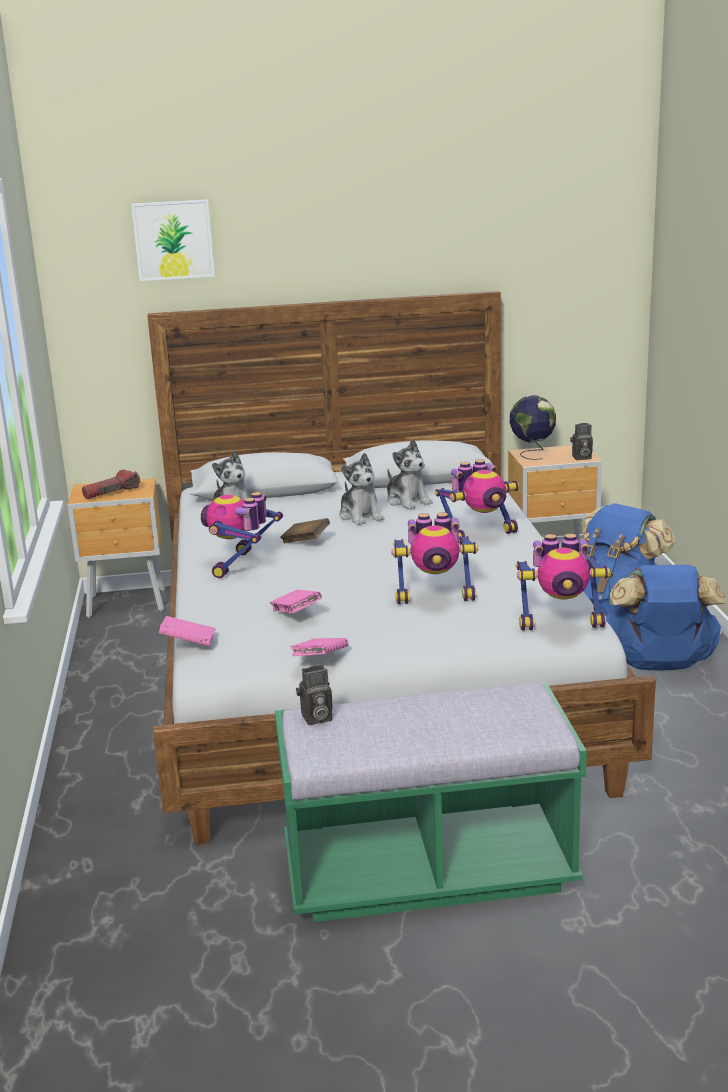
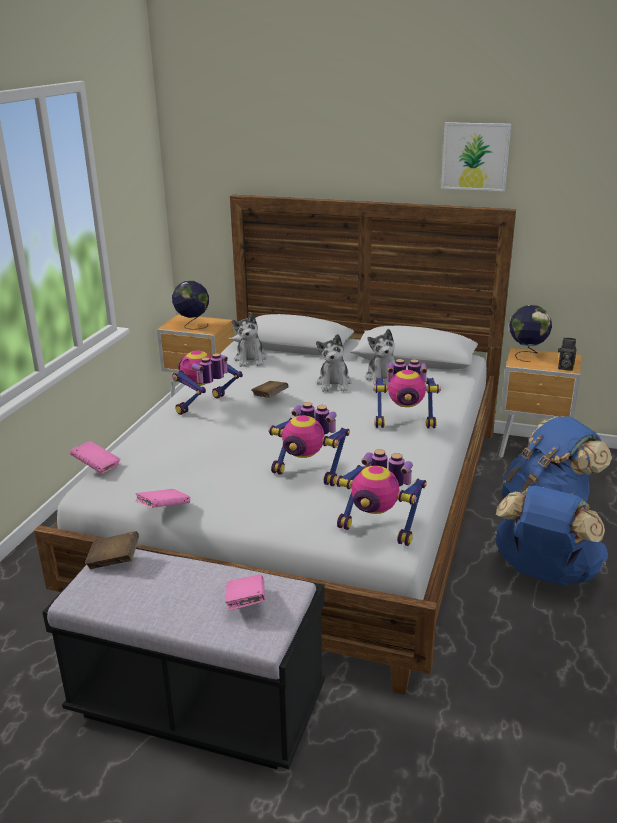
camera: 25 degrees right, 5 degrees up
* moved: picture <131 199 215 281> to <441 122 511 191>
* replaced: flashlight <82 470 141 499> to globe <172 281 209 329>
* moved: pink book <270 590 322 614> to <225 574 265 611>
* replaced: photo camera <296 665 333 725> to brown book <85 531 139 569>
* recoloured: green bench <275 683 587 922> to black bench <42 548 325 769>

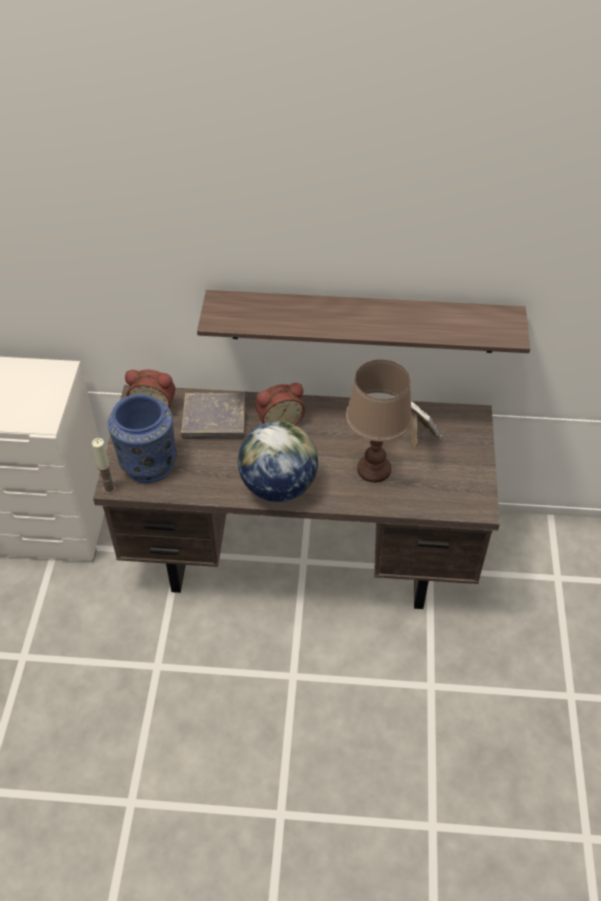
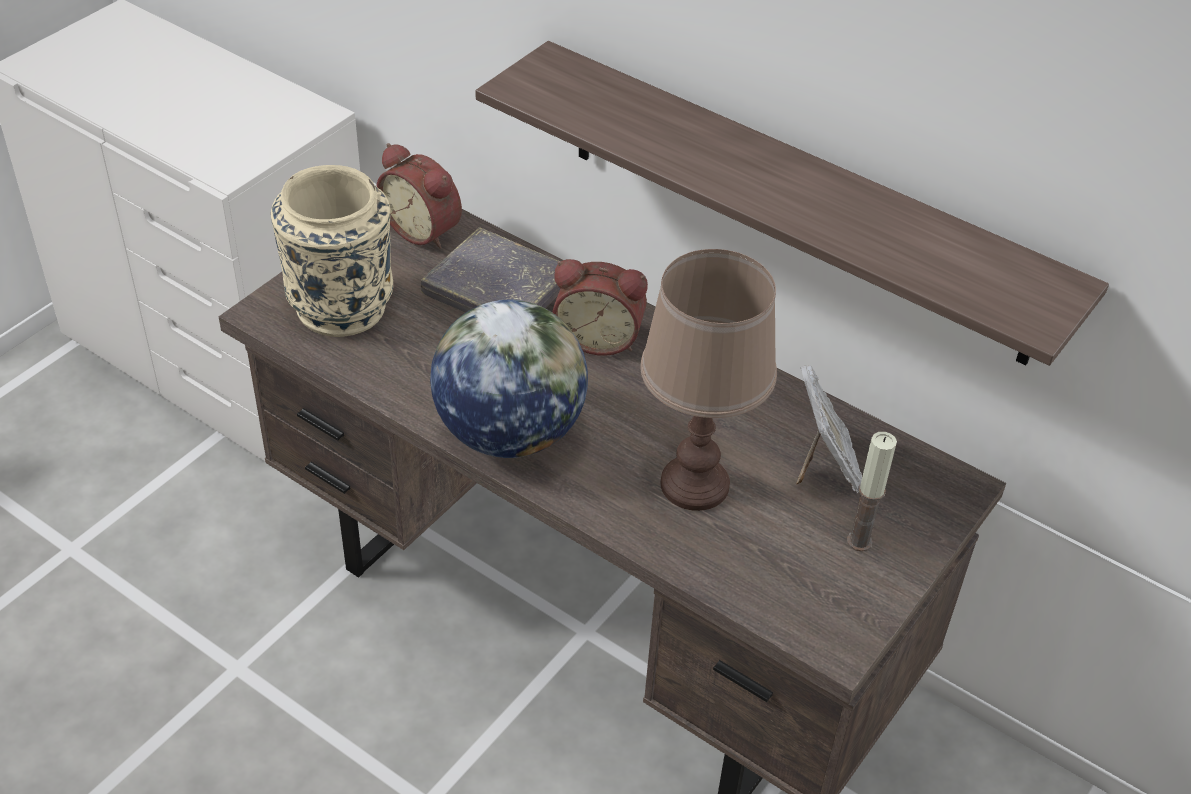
camera: 30 degrees right, 5 degrees down
* recoloured: blue vase <107 394 177 483> to beige vase <271 165 393 337>
* moved: candle <92 438 116 494> to <847 432 897 552>

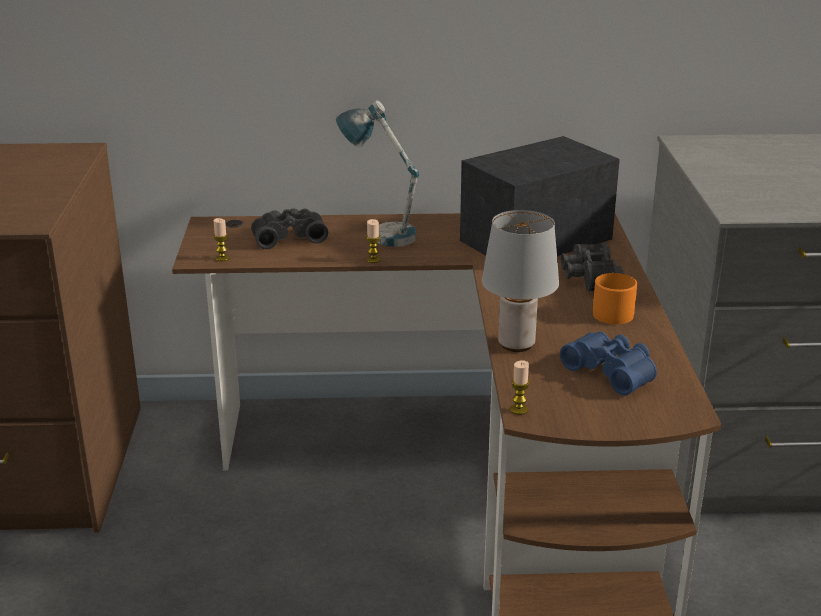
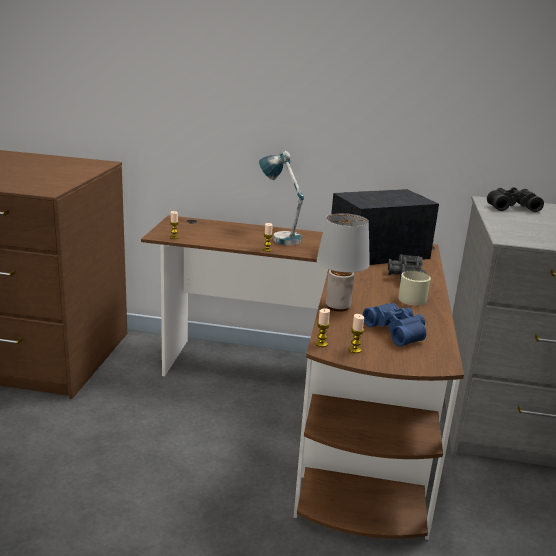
camera: 10 degrees right, 5 degrees down
* moved: black binoculars <251 208 328 249> to <487 187 544 212>
* recoloured: orange mug <593 273 637 324> to beige mug <399 271 431 306>
* added: candle <349 314 364 353>

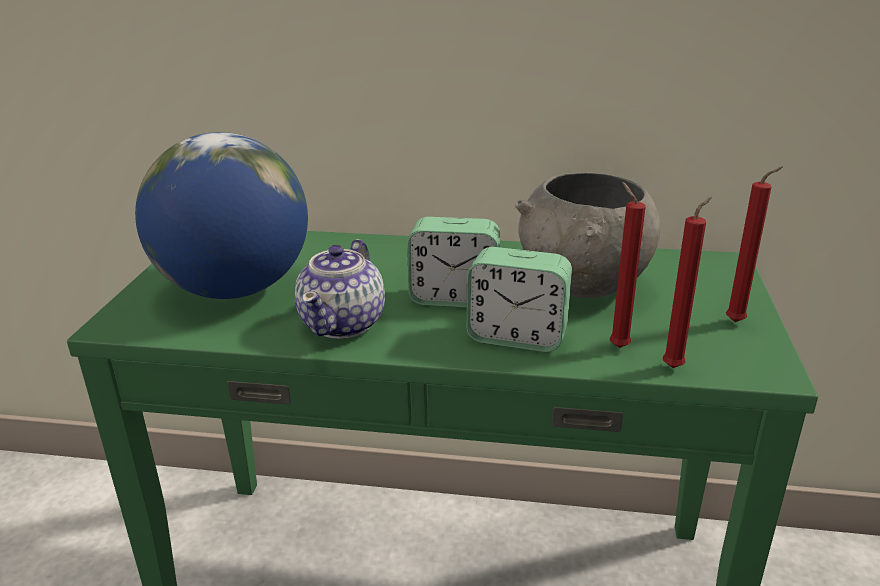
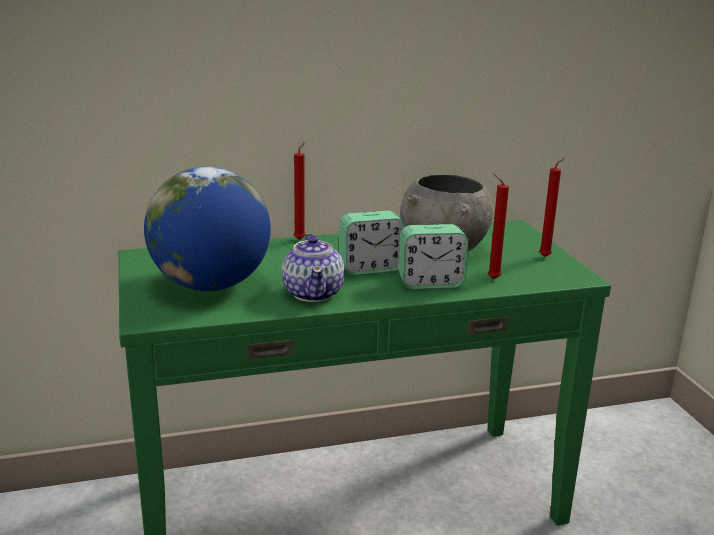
camera: 25 degrees left, 5 degrees down
* moved: red candle <663 197 712 368> to <294 142 306 240>

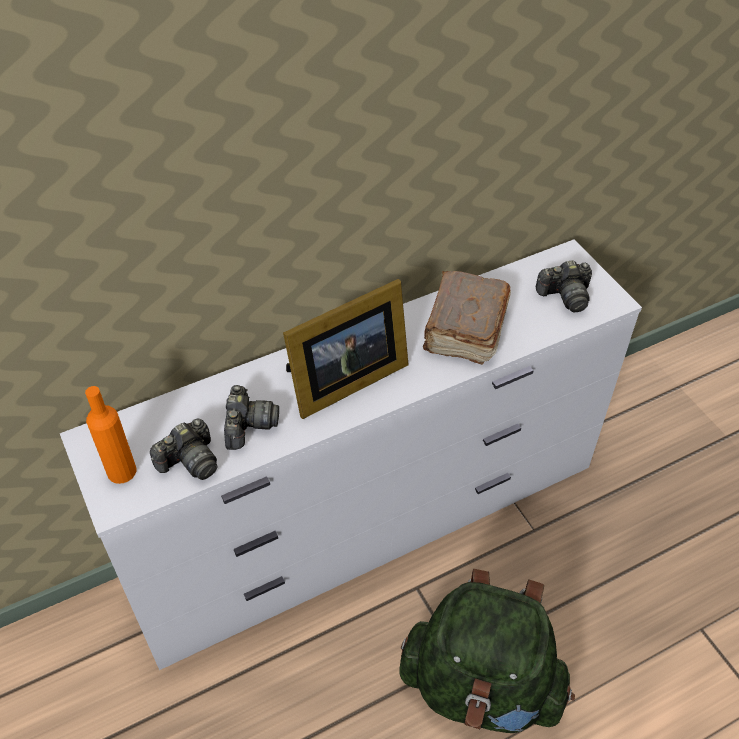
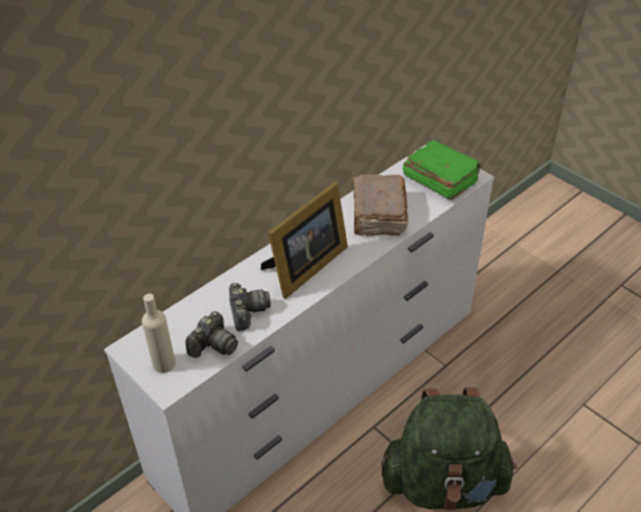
camera: 15 degrees left, 5 degrees down
* replaced: photo camera <536 260 592 312> to green book <403 140 483 200>
* recoloured: orange bottle <85 386 136 484> to beige bottle <142 294 175 373>

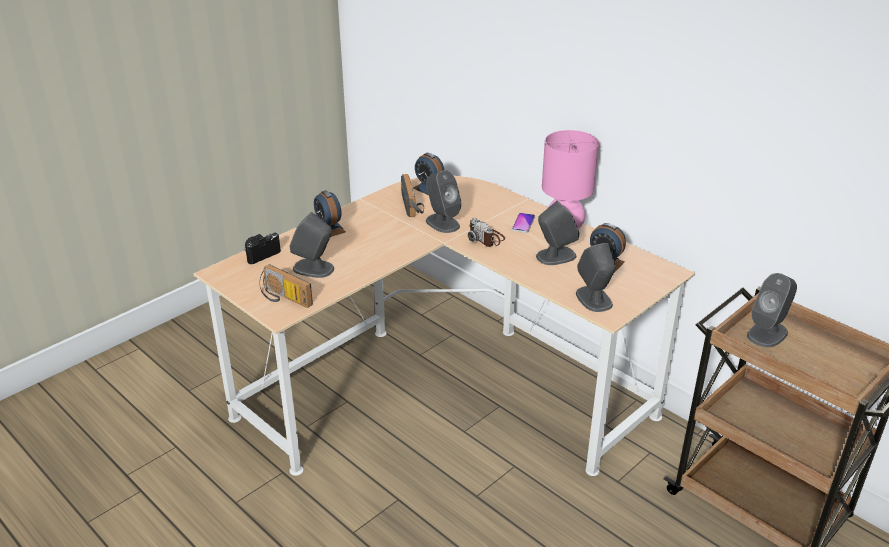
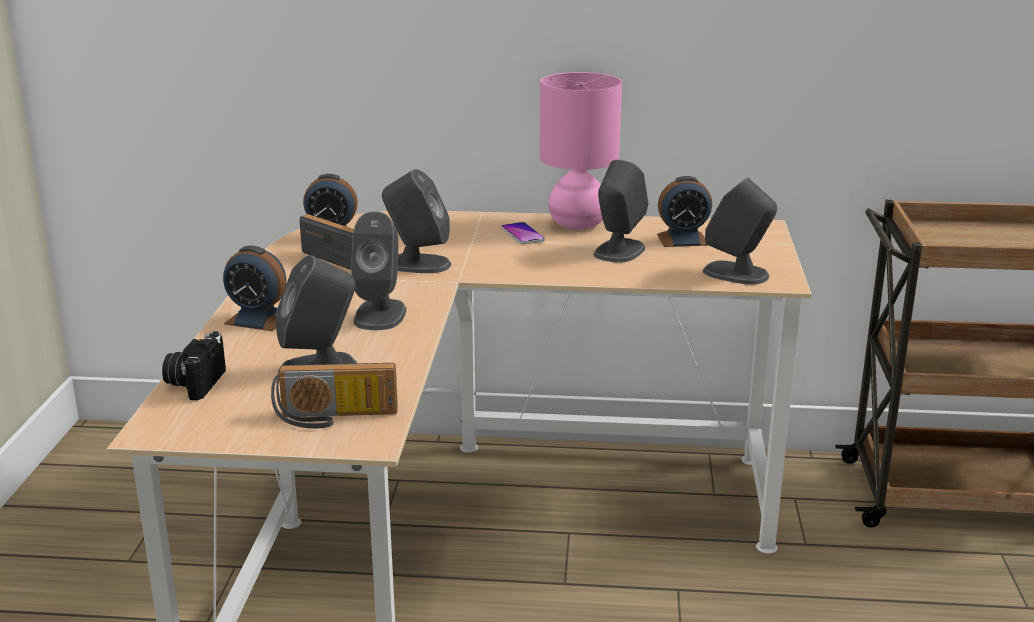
camera: 40 degrees left, 10 degrees down
* removed: photo camera <468 218 505 247>
* moved: grey speaker <747 273 797 348> to <351 211 406 330>

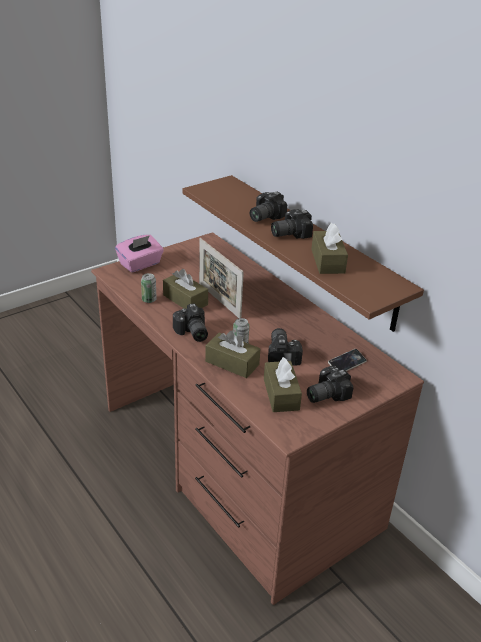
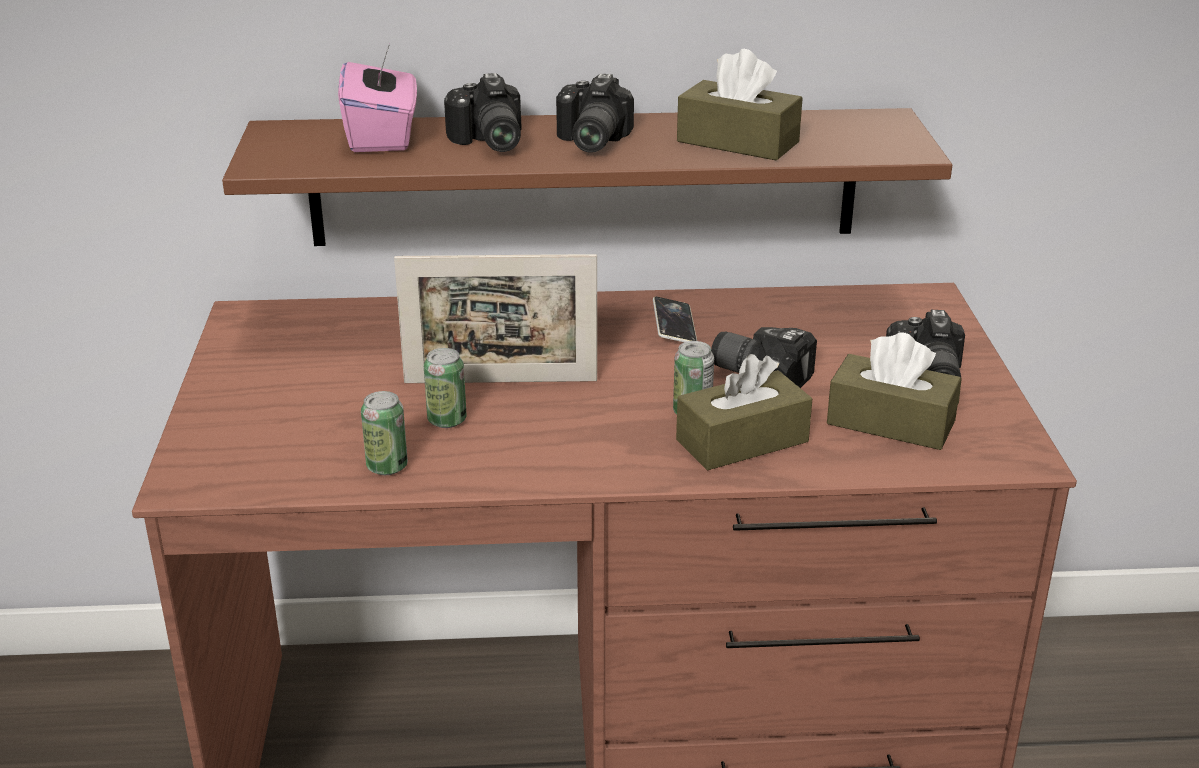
camera: 55 degrees left, 5 degrees down
* moved: pink tissue box <115 235 164 273> to <338 44 417 152>
* replaced: brown tissue box <163 269 208 309> to can <424 348 467 428>
* removed: photo camera <173 304 208 342>
* moved: phone <328 349 367 371> to <653 296 697 342>

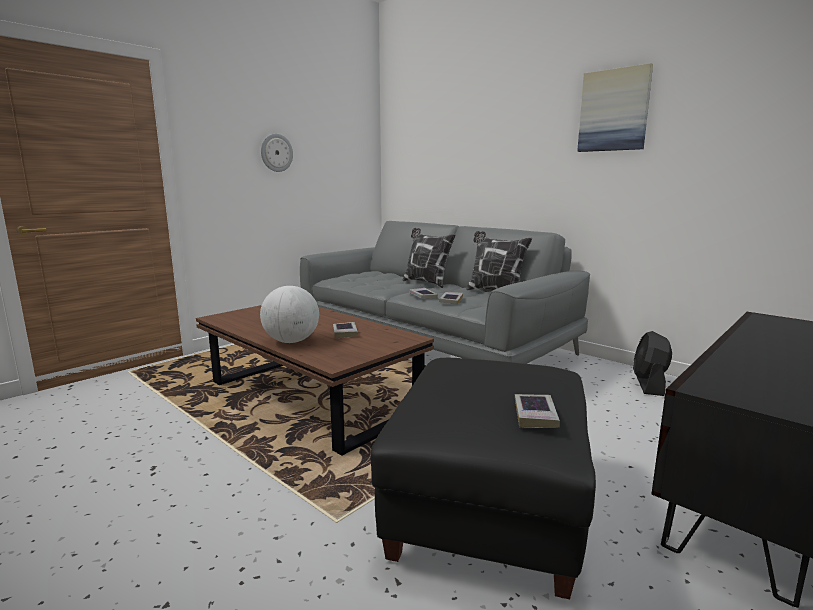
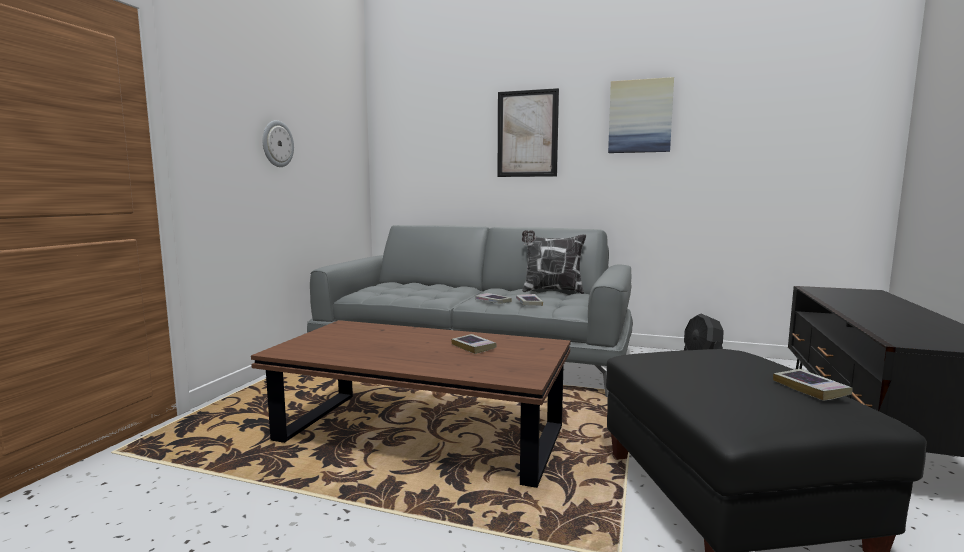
camera: 25 degrees left, 5 degrees down
* removed: pillow <403 228 456 288>
* removed: globe <260 286 319 343>
* added: picture <498 88 559 177>

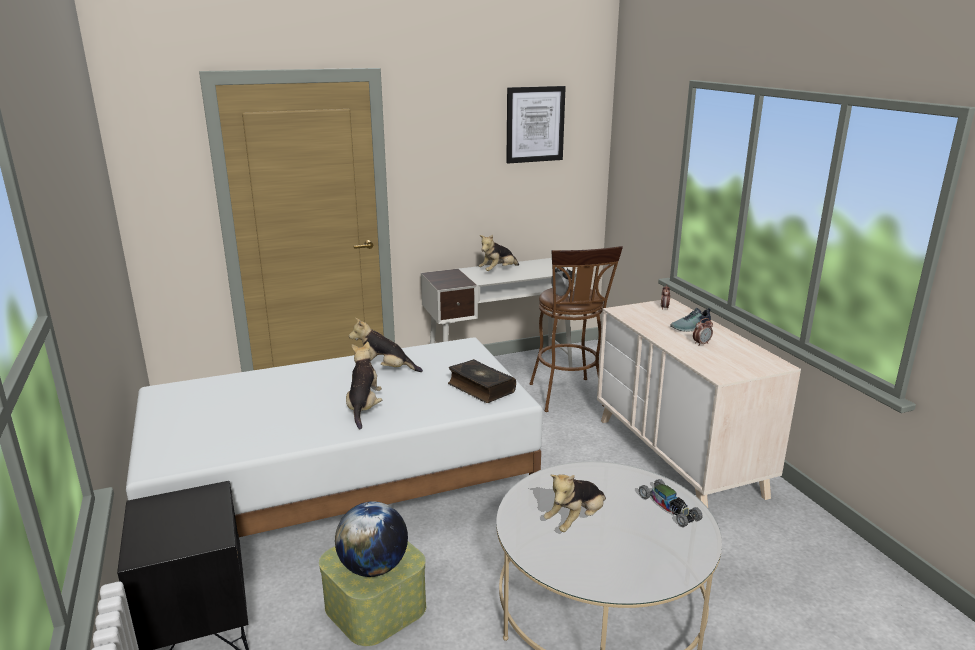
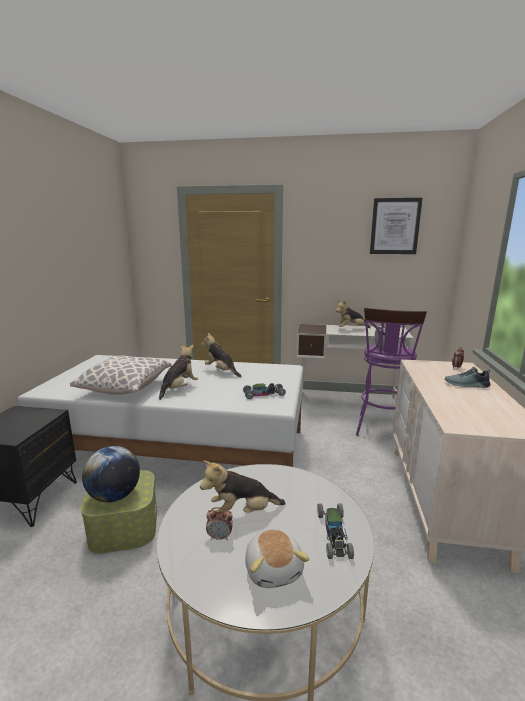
camera: 30 degrees right, 5 degrees down
* recoloured: brown stool <529 246 623 412> to purple stool <356 308 427 436>
* moved: alarm clock <693 318 713 346> to <206 507 233 540>
* replaced: book <448 359 516 403> to toy car <243 383 286 399>
* added: pillow <70 355 172 395>
* added: plush toy <245 529 309 588>

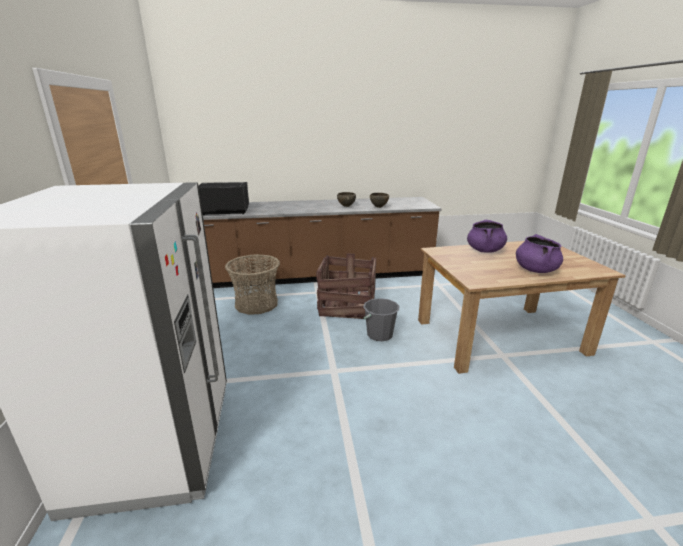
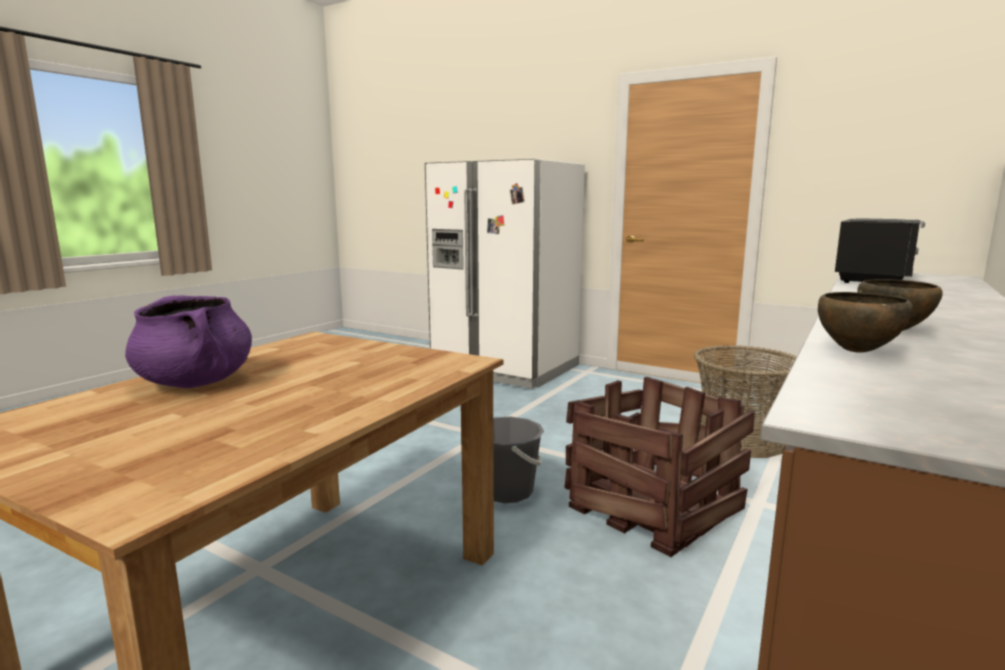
camera: 130 degrees right, 10 degrees down
* removed: purple cooking pot <467 220 507 253>

